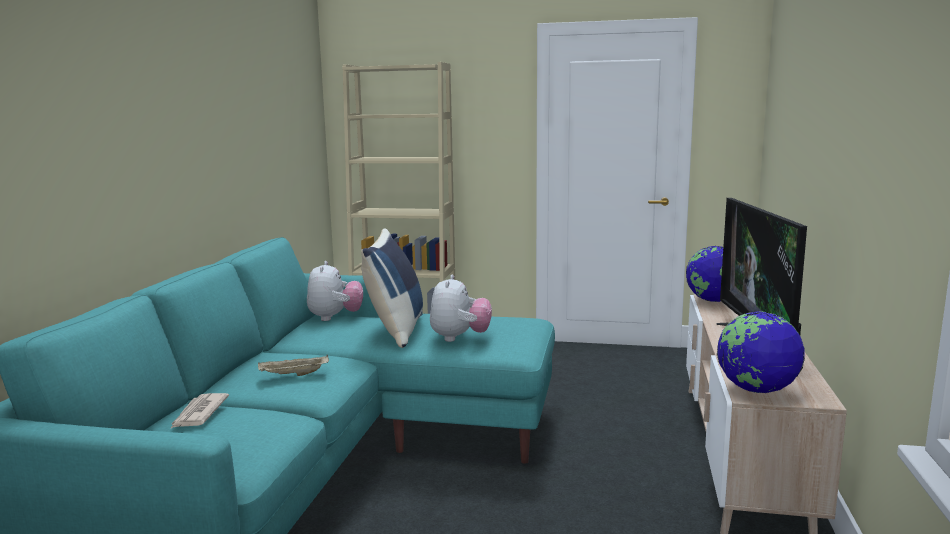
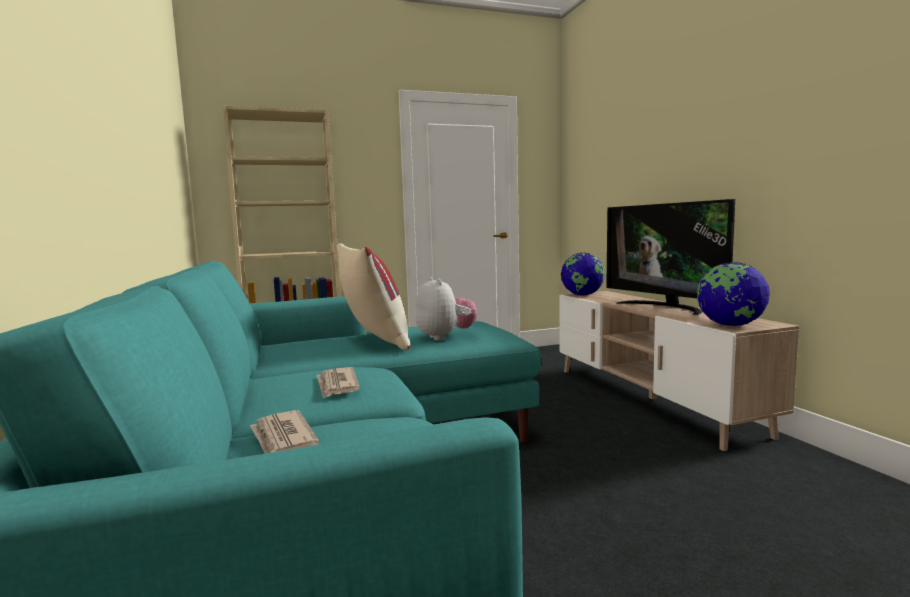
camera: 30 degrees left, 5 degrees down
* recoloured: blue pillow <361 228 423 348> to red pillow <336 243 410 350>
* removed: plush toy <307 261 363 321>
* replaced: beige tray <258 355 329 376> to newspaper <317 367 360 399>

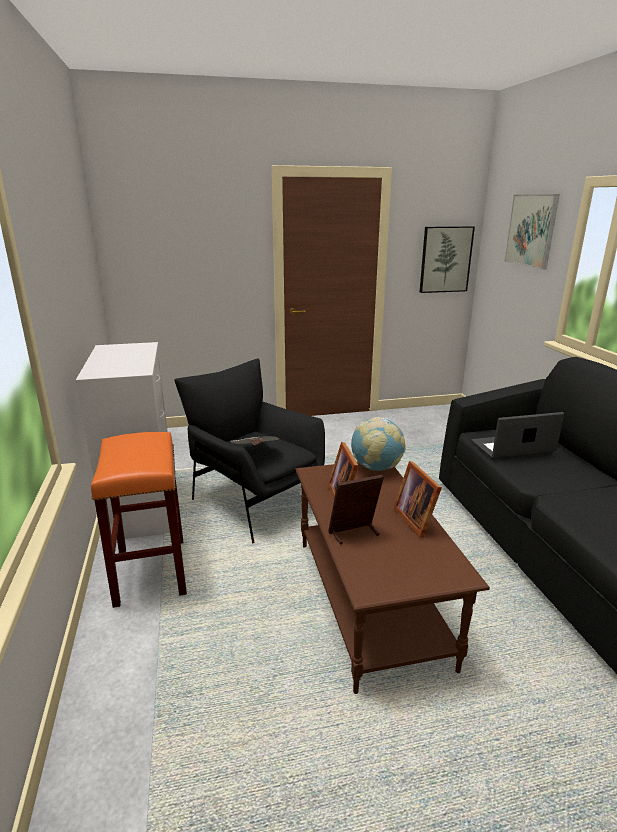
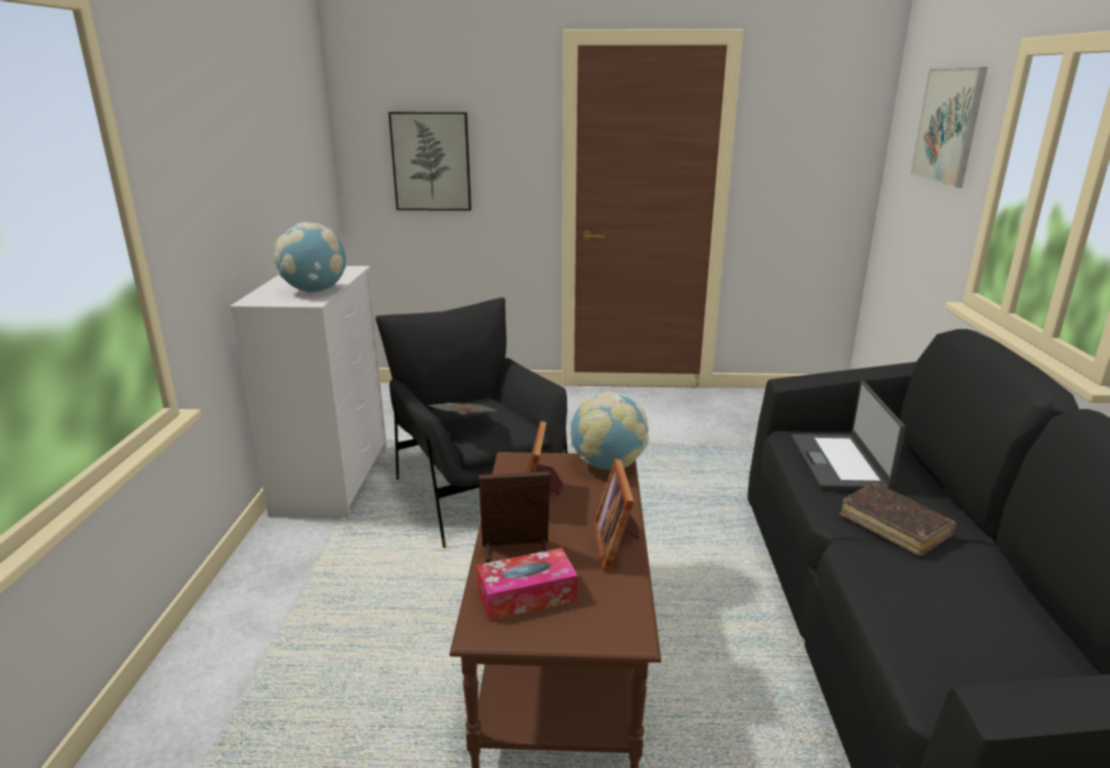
camera: 15 degrees right, 0 degrees up
* moved: picture <420 226 475 293> to <388 112 471 211>
* turned: laptop <471 412 564 459> = <792 381 906 490> 90 degrees counterclockwise
* removed: orange stool <91 432 187 608>
* added: globe <274 222 346 293>
* added: brown book <839 483 956 557>
* added: tissue box <476 548 578 621>

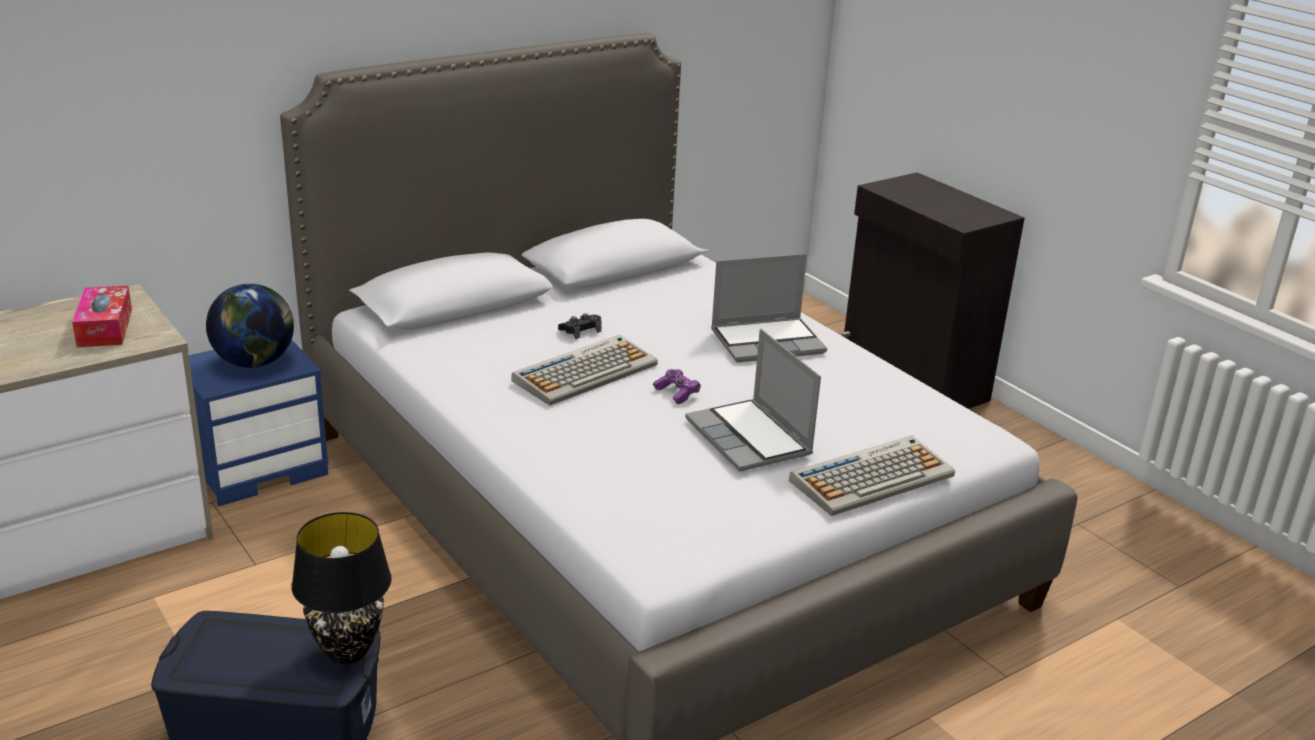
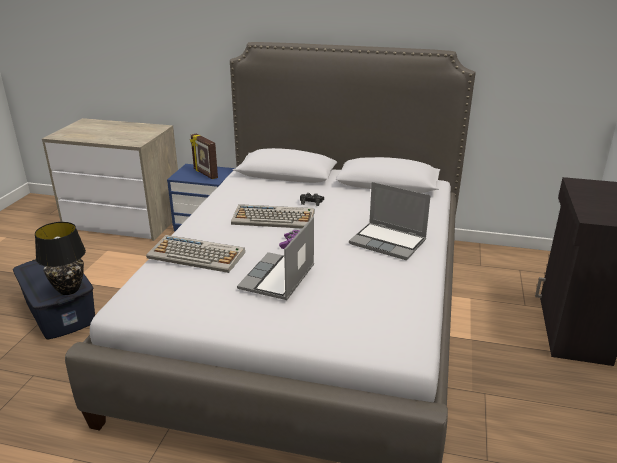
camera: 50 degrees right, 0 degrees up
* replaced: globe <206 284 294 368> to picture frame <190 134 218 179>
* removed: tissue box <72 286 132 347>
* moved: keyboard <789 436 955 516> to <146 235 245 273>

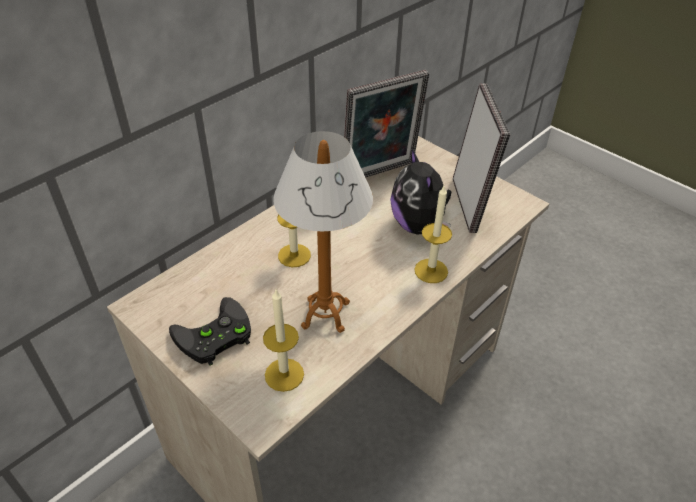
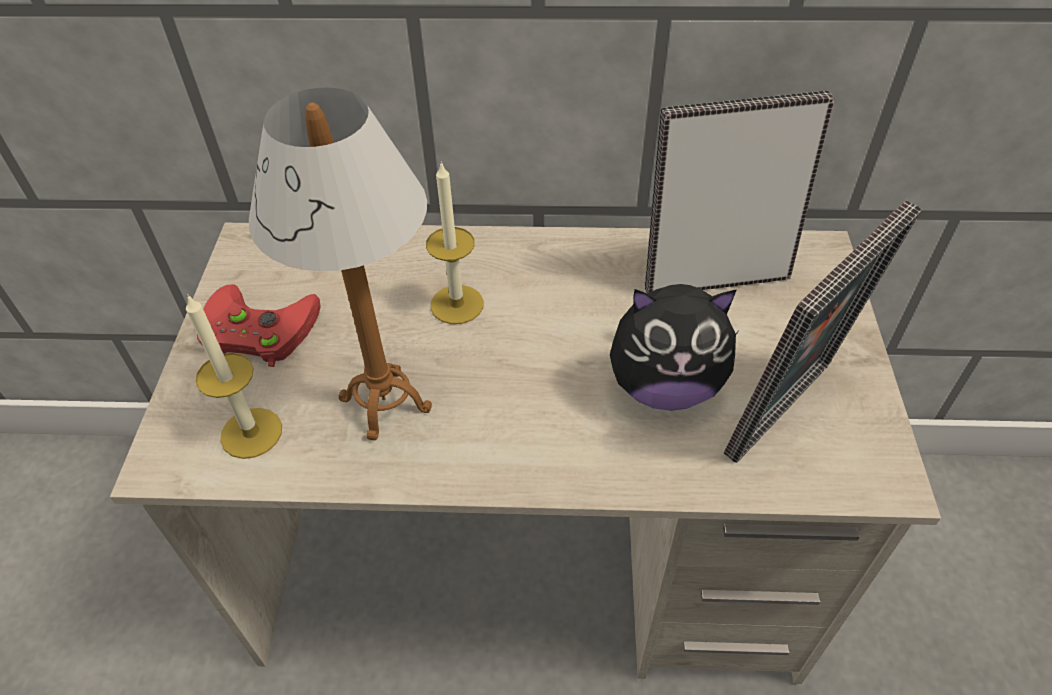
camera: 50 degrees right, 5 degrees up
* turned: picture frame <344 70 429 178> = <645 91 835 293> 150 degrees clockwise
* turned: plush toy <390 149 451 234> = <610 284 738 411> 120 degrees counterclockwise
* removed: candle <414 186 452 283>
* recoloured: black game controller <169 297 251 366> to red game controller <197 284 321 367>

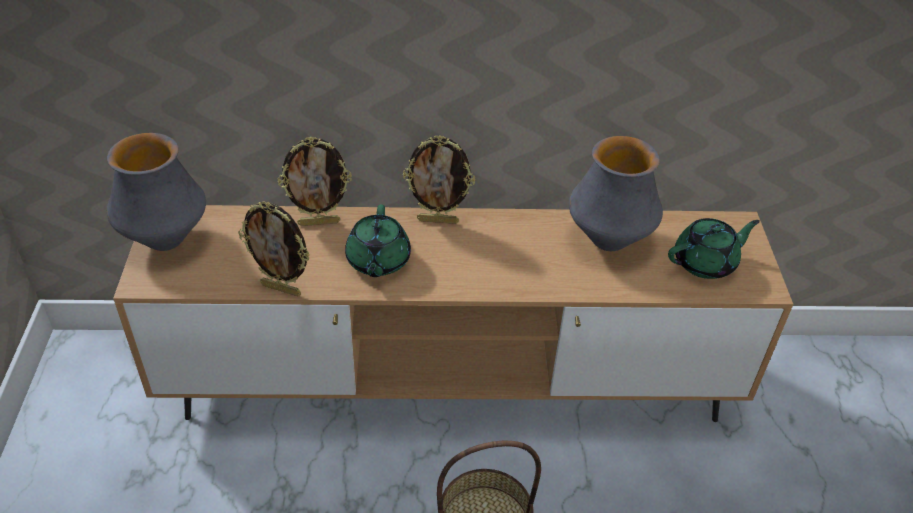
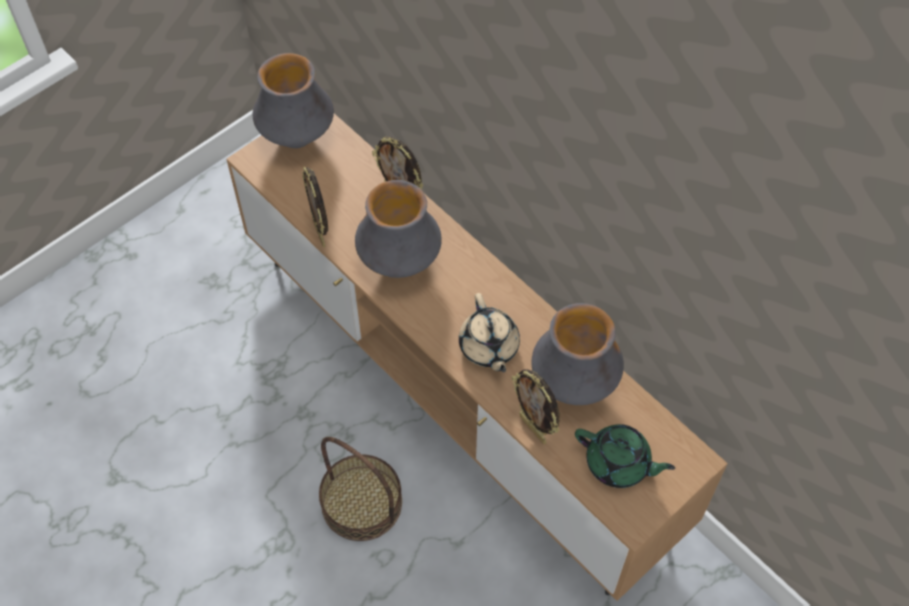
camera: 50 degrees right, 15 degrees up
* moved: picture frame <403 135 475 224> to <512 370 560 444>
* replaced: green teapot <345 205 411 277> to vase <355 180 442 278>
* added: beige teapot <459 293 520 373>

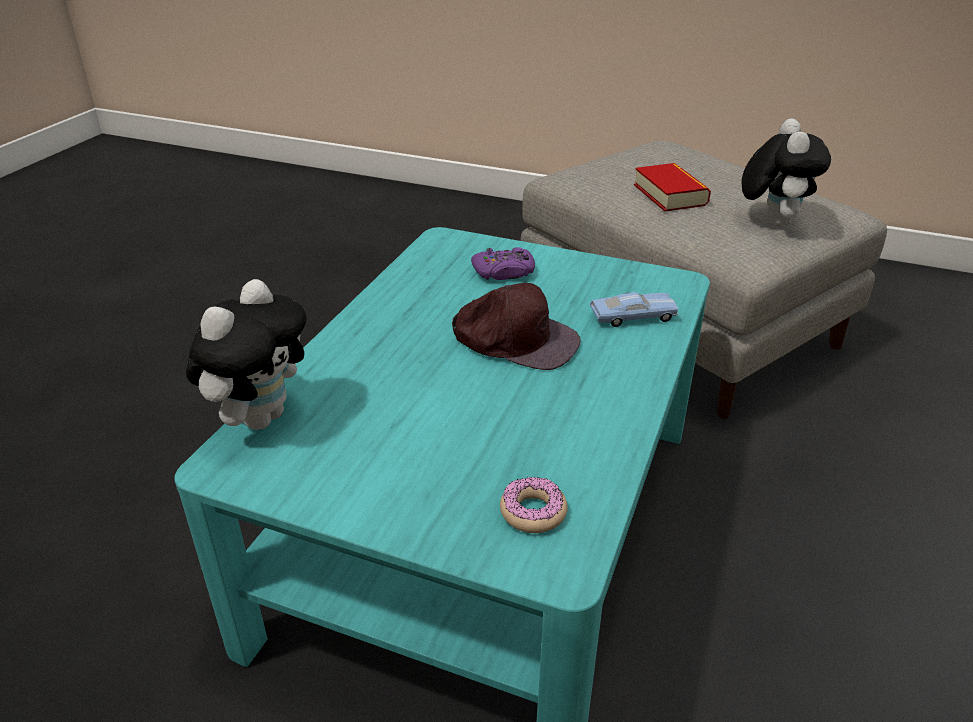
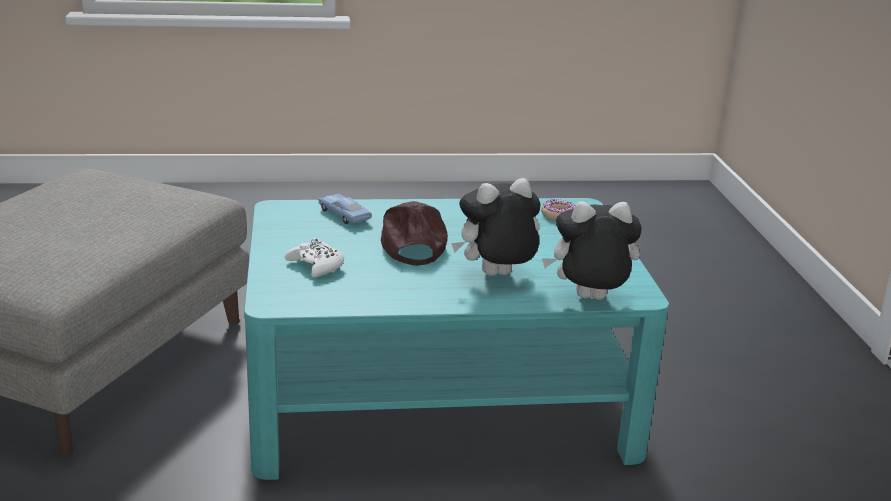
camera: 120 degrees left, 10 degrees down
* moved: plush toy <742 118 831 226> to <451 178 540 276>
* removed: book <634 163 711 212>
* recoloured: purple game controller <471 247 535 280> to white game controller <285 238 344 278>

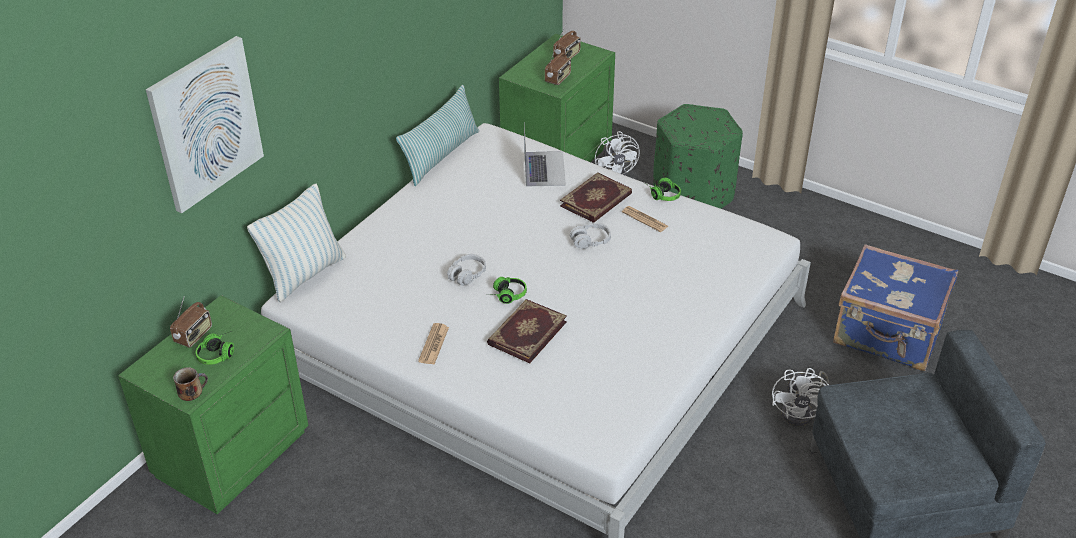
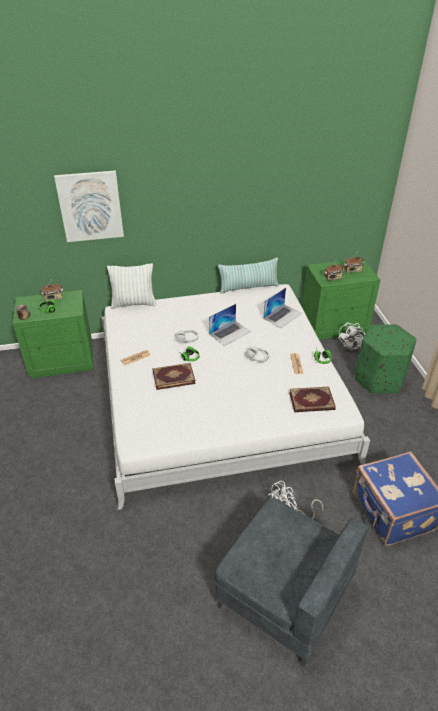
camera: 45 degrees right, 0 degrees up
* moved: book <560 172 632 223> to <289 387 336 412>
* added: laptop <209 304 251 346>

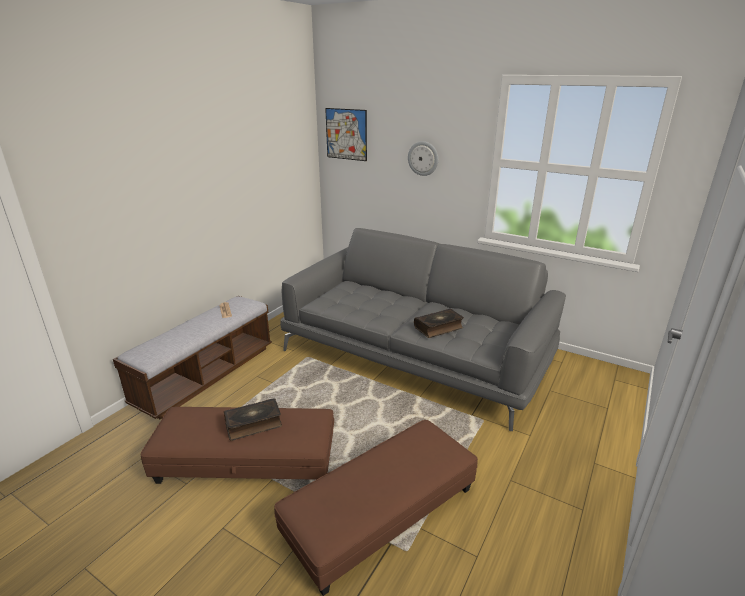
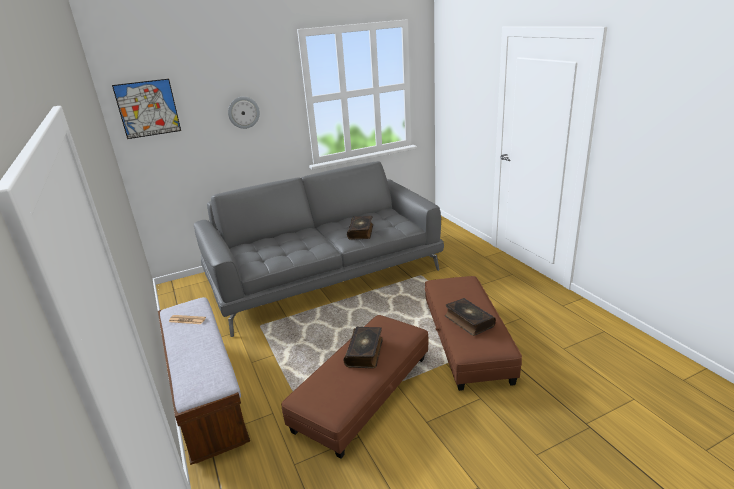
camera: 55 degrees left, 0 degrees up
* added: book <445 298 496 336>

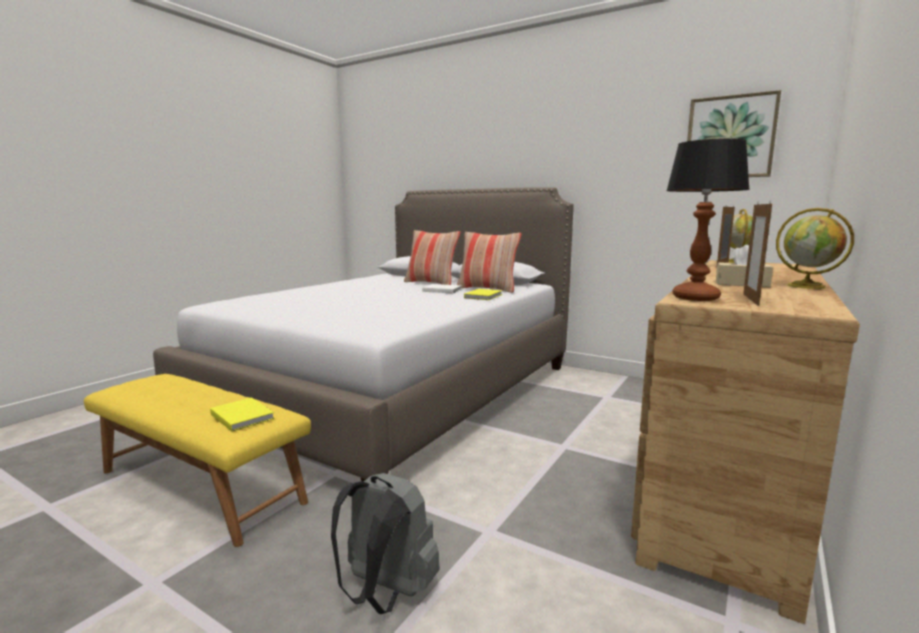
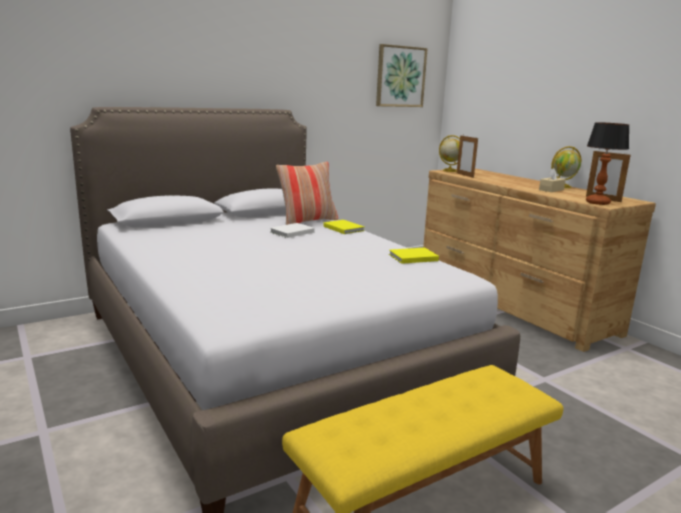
camera: 65 degrees left, 5 degrees up
* removed: pillow <404 230 460 285>
* moved: yellow book <210 397 275 432> to <389 248 439 264>
* removed: grey backpack <331 473 440 614>

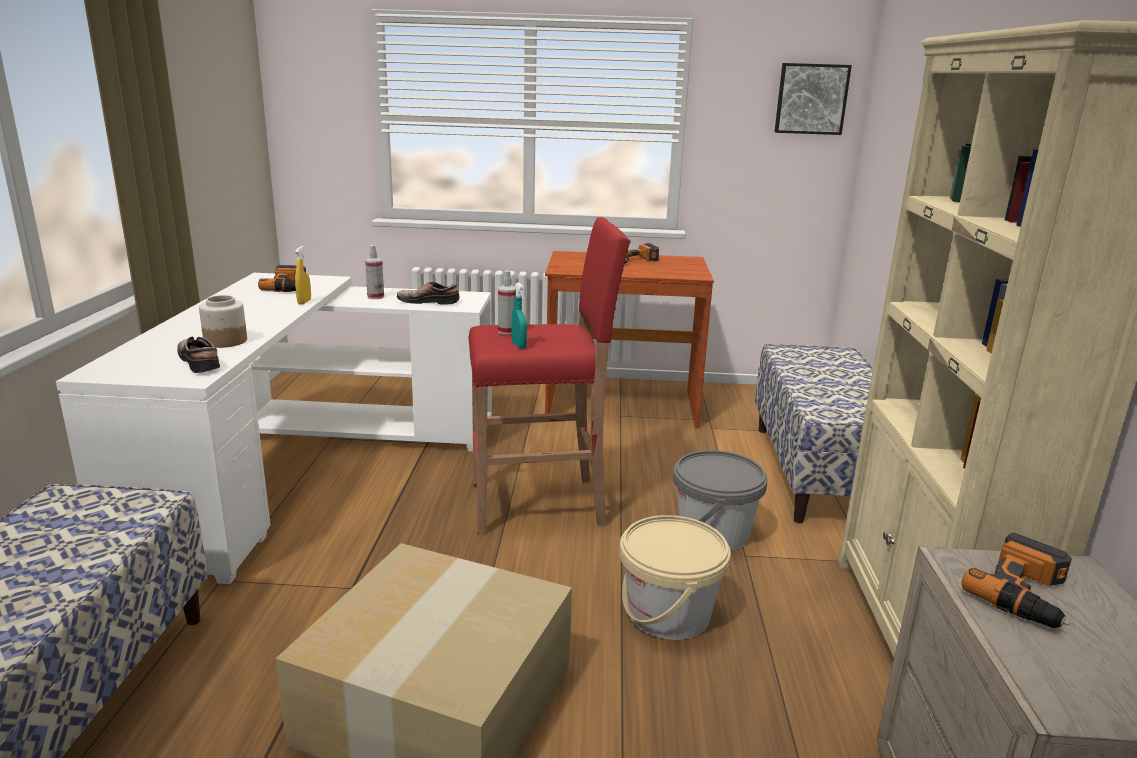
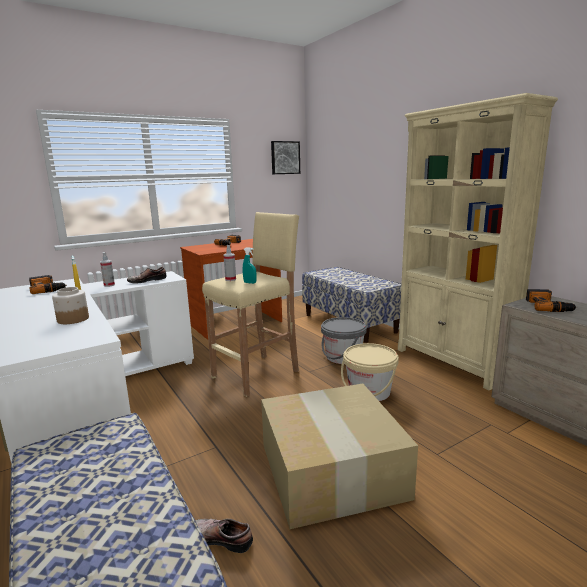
camera: 35 degrees left, 5 degrees down
* recoloured: red stool <469 217 630 535> to beige stool <202 212 299 397>
* moved: shoe <177 336 220 373> to <195 519 253 553>

